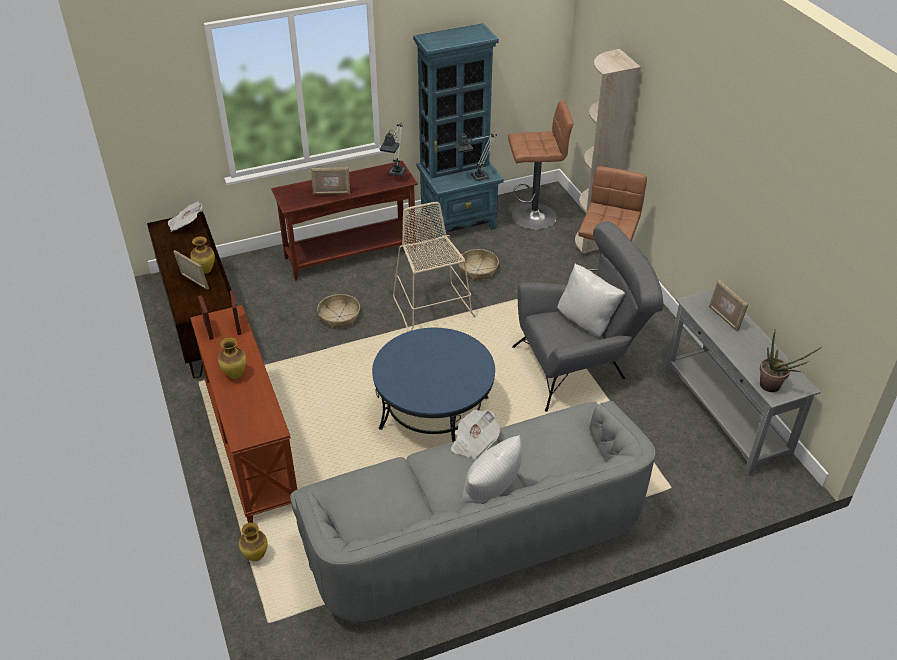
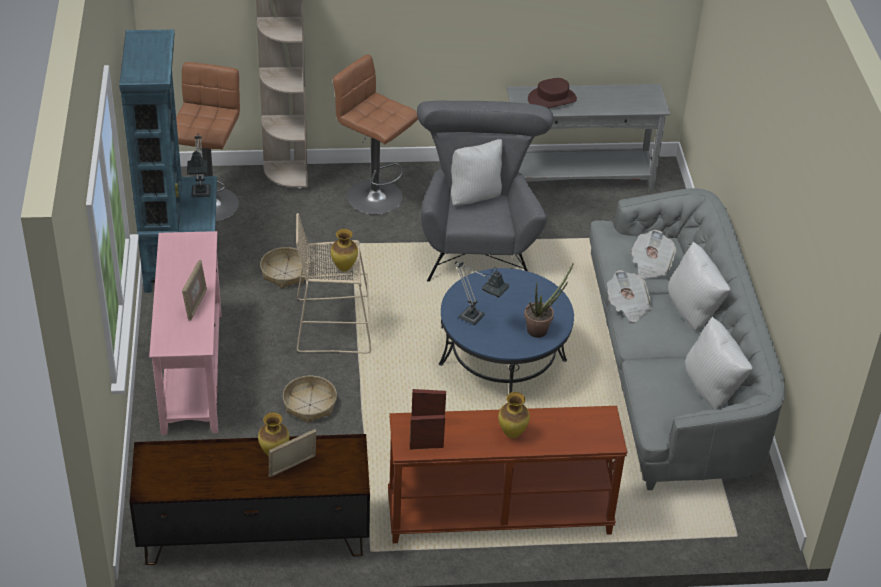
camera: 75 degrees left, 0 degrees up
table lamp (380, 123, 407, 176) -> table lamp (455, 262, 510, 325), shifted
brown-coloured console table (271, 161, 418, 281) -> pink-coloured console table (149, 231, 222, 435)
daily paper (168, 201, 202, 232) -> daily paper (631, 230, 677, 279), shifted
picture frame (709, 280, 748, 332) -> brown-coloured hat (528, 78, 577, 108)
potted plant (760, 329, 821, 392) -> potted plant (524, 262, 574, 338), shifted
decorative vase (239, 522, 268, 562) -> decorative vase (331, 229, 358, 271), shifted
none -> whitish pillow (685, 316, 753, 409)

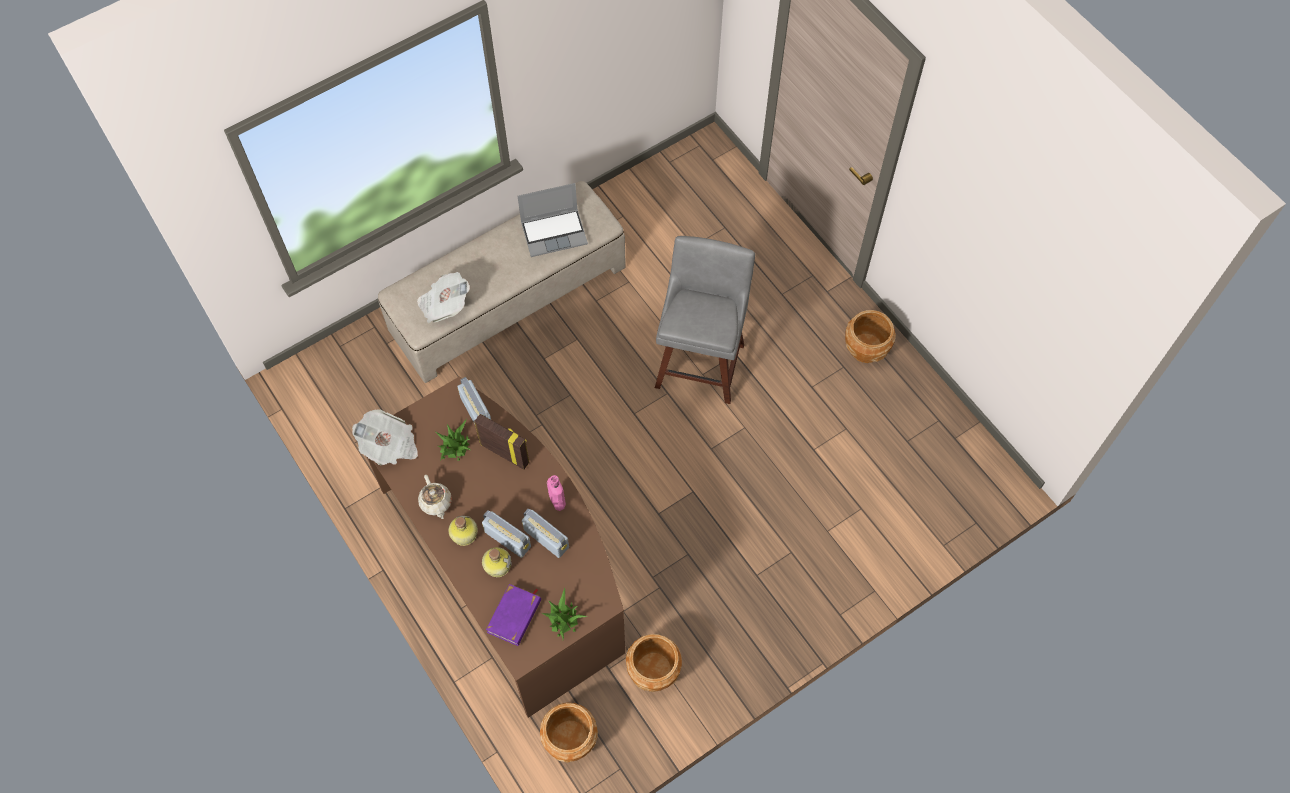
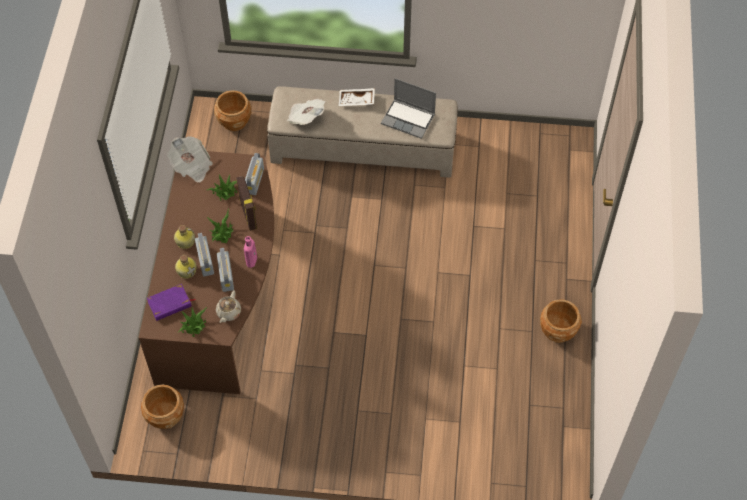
camera: 40 degrees right, 5 degrees down
grey upright chair (655, 236, 755, 404) -> none
beige tea pot (418, 475, 452, 519) -> beige tea pot (216, 290, 241, 323), shifted
brown-coloured plant pot (626, 634, 682, 692) -> brown-coloured plant pot (214, 90, 252, 131), shifted
none -> whitish tray (339, 88, 375, 106)
none -> potted plant (207, 209, 233, 243)

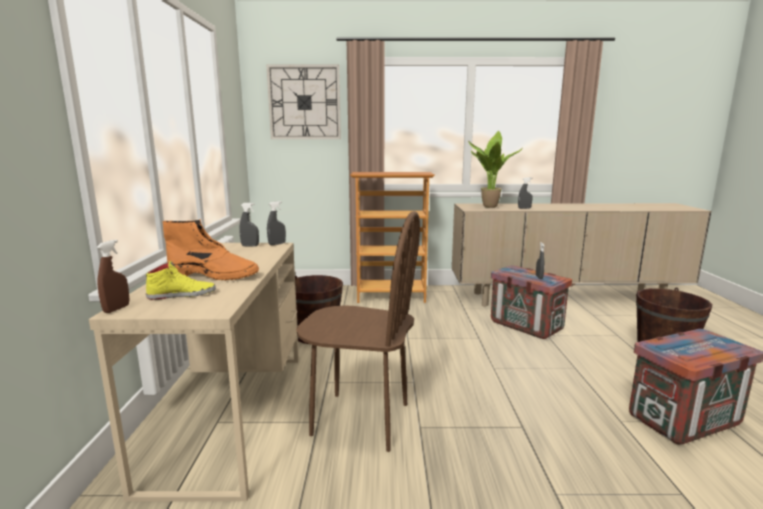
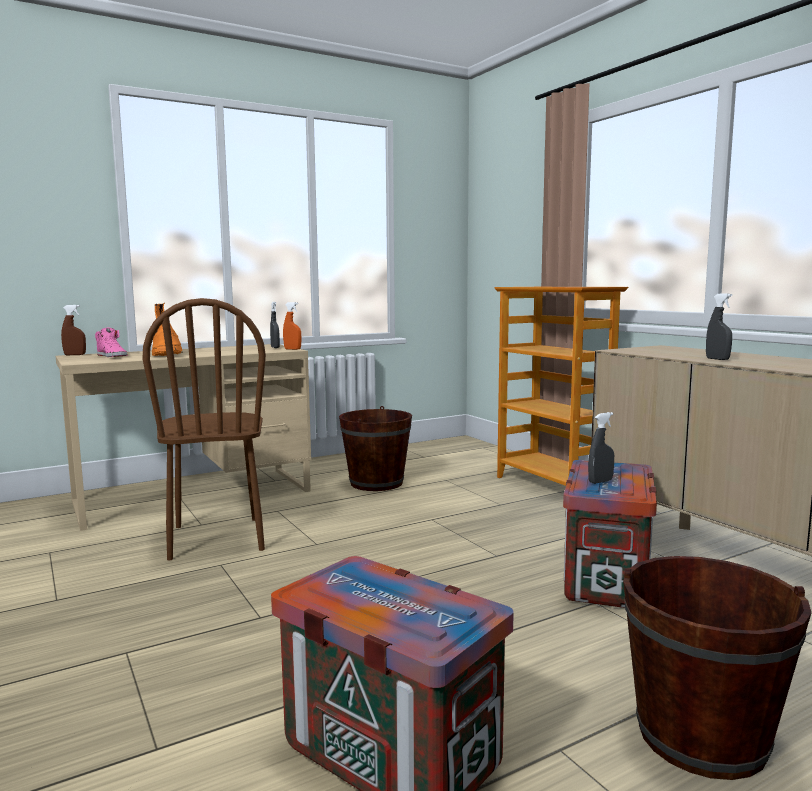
camera: 60 degrees right, 5 degrees down
wall clock (266, 64, 341, 139) -> none
potted plant (468, 131, 523, 208) -> none
grey spray bottle (267, 201, 286, 245) -> orange spray bottle (283, 302, 302, 350)
yellowish low shoe (146, 261, 216, 300) -> pink-coloured low shoe (95, 328, 127, 357)

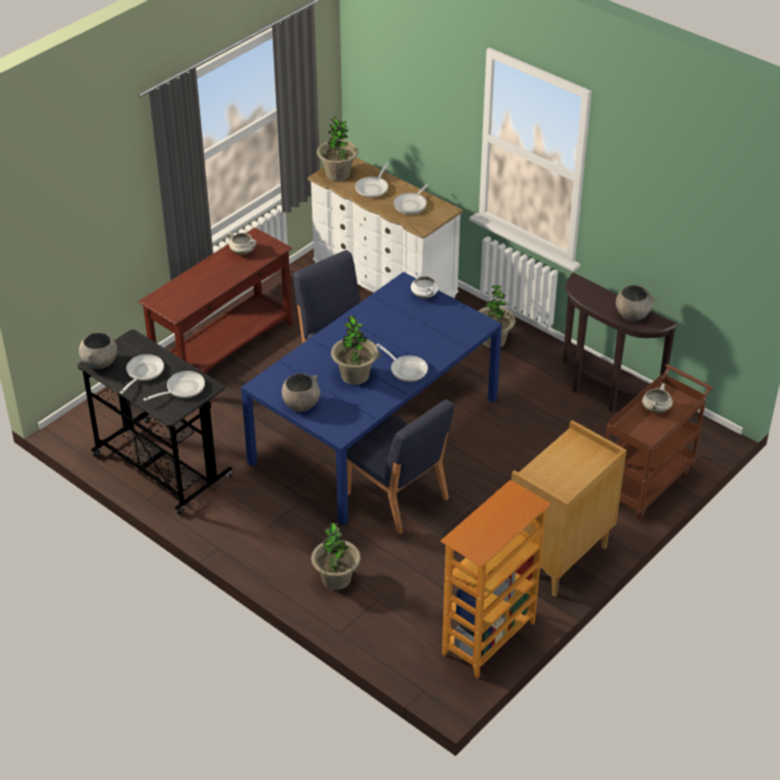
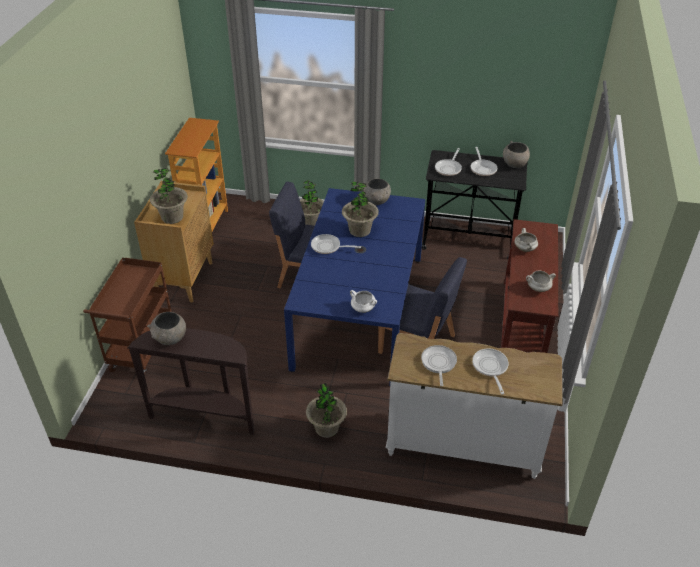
camera: 150 degrees right, 0 degrees up
potted plant (317, 117, 358, 181) -> potted plant (150, 168, 188, 224), shifted
whitish saucepot (642, 383, 673, 413) -> whitish saucepot (514, 228, 538, 252), shifted

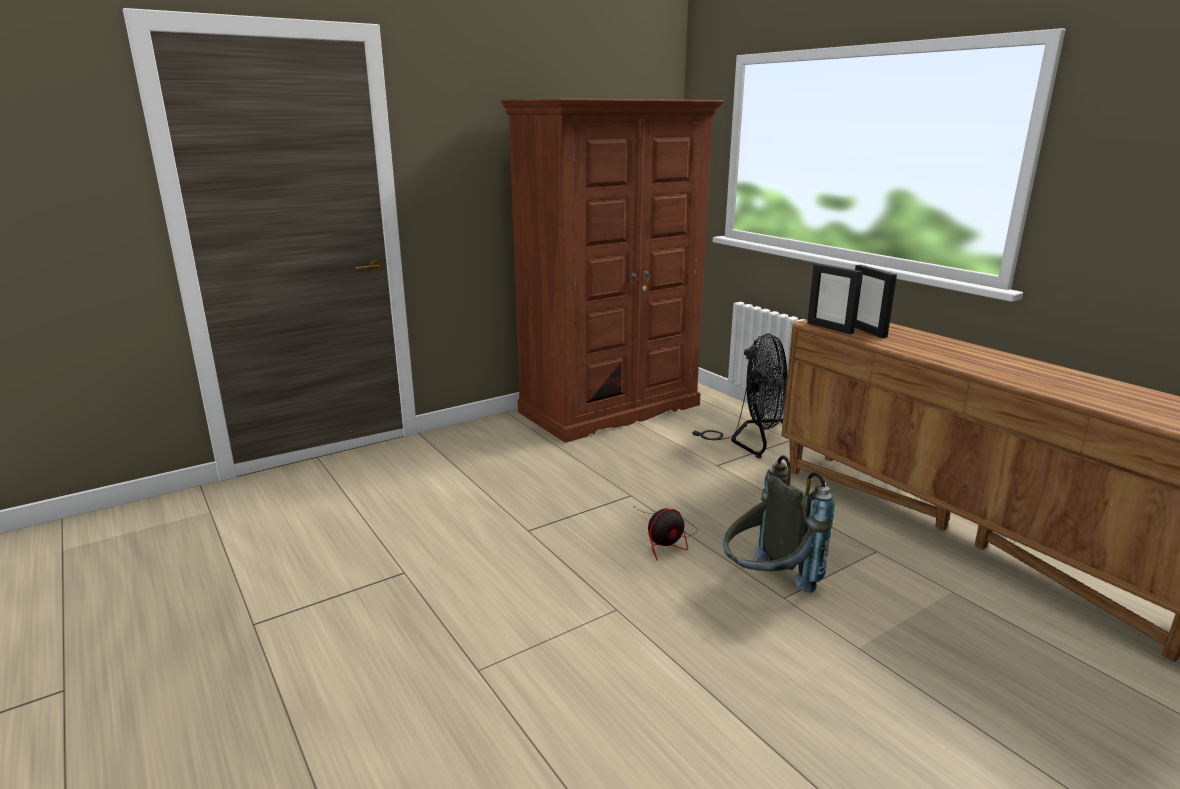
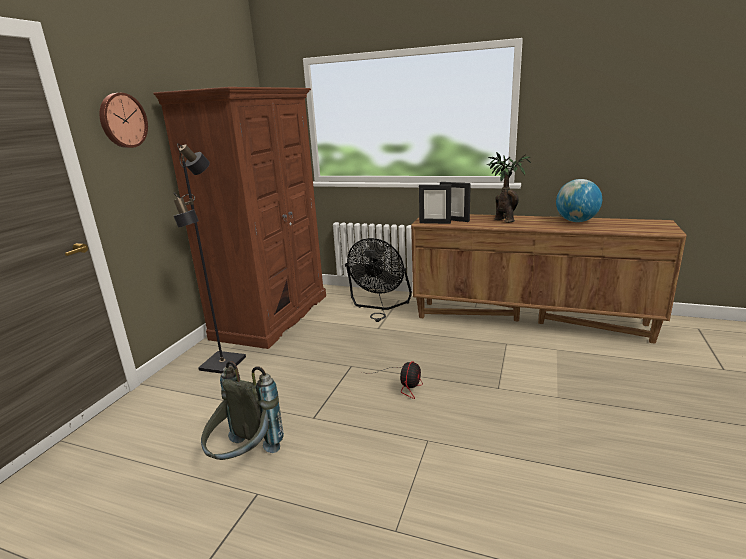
camera: 35 degrees left, 0 degrees up
black fan (692, 334, 787, 459) -> black fan (345, 238, 412, 322), 60 degrees counterclockwise
grey rucksack (723, 455, 835, 593) -> grey rucksack (201, 361, 284, 460), shifted
none -> wall clock (99, 93, 148, 148)
none -> black floor lamp (174, 143, 246, 374)
none -> potted plant (487, 152, 531, 223)
none -> world globe (556, 179, 602, 222)

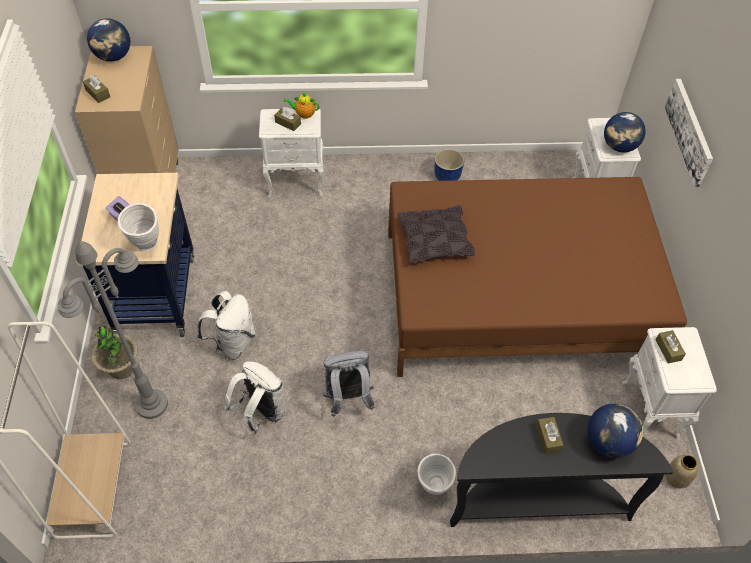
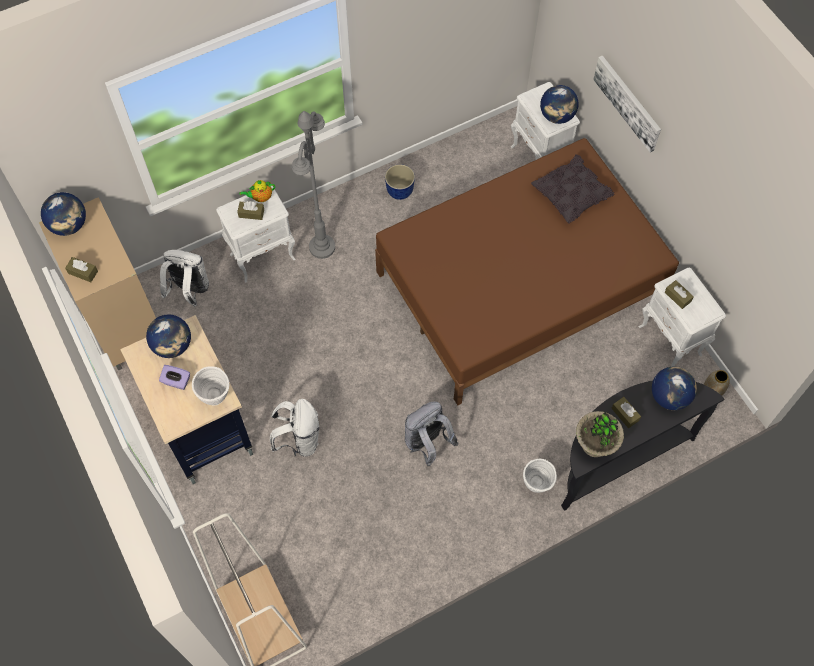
camera: 25 degrees left, 10 degrees up
black pillow (397, 205, 475, 263) -> black pillow (531, 154, 615, 224), shifted
grey floor lamp (58, 241, 168, 419) -> grey floor lamp (292, 111, 335, 259), shifted
potted plant (91, 326, 138, 379) -> potted plant (576, 411, 624, 457), shifted
whitish rucksack (224, 361, 286, 435) -> whitish rucksack (160, 250, 209, 307), shifted
none -> world globe (146, 314, 191, 358)

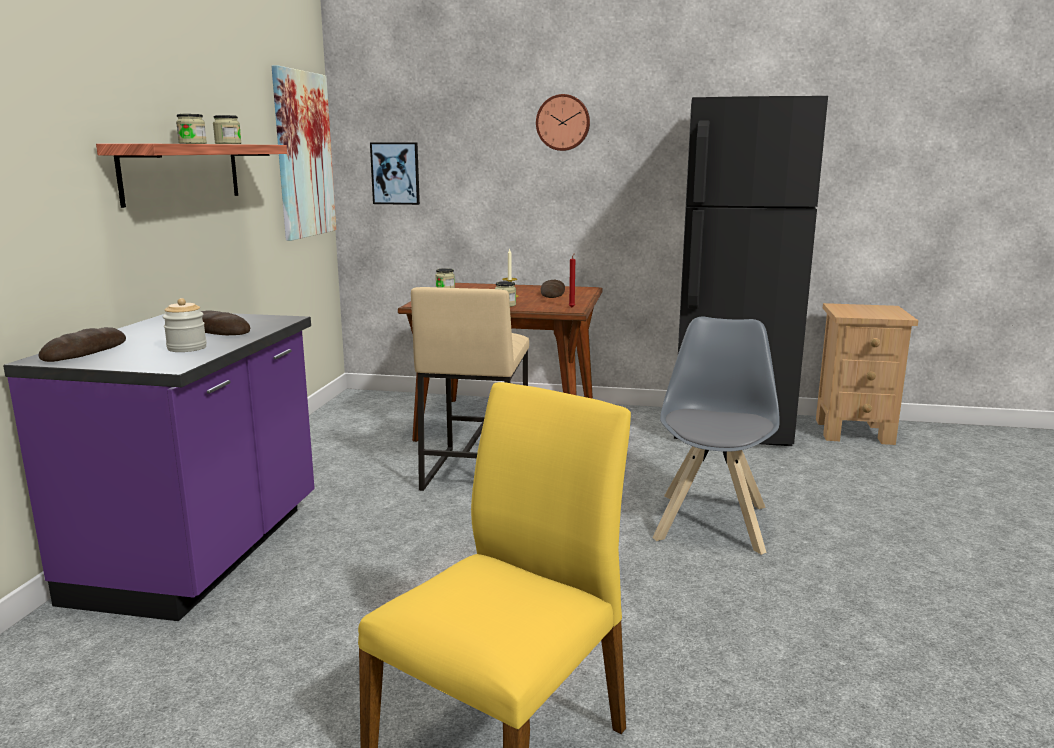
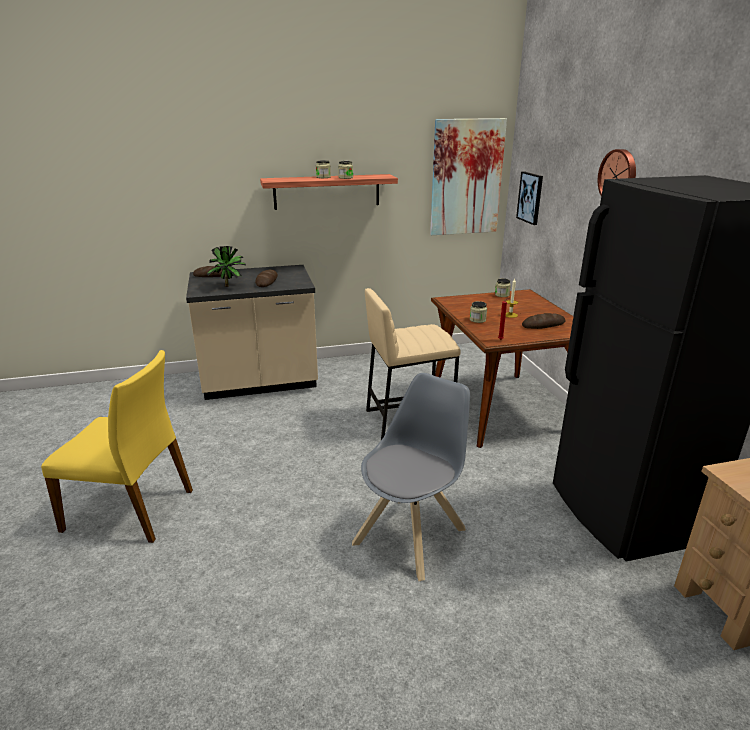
camera: 65 degrees right, 10 degrees up
preserve jar (163, 298, 207, 352) -> potted plant (207, 246, 246, 287)
purple counter (3, 313, 315, 621) -> beige counter (186, 265, 318, 400)
grey upright chair (652, 316, 780, 555) -> grey upright chair (352, 373, 470, 581), 45 degrees counterclockwise

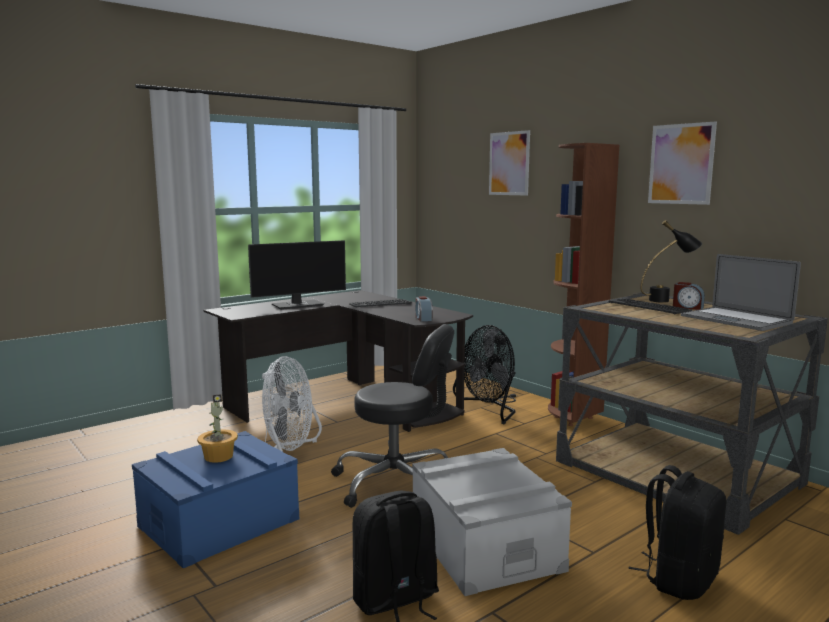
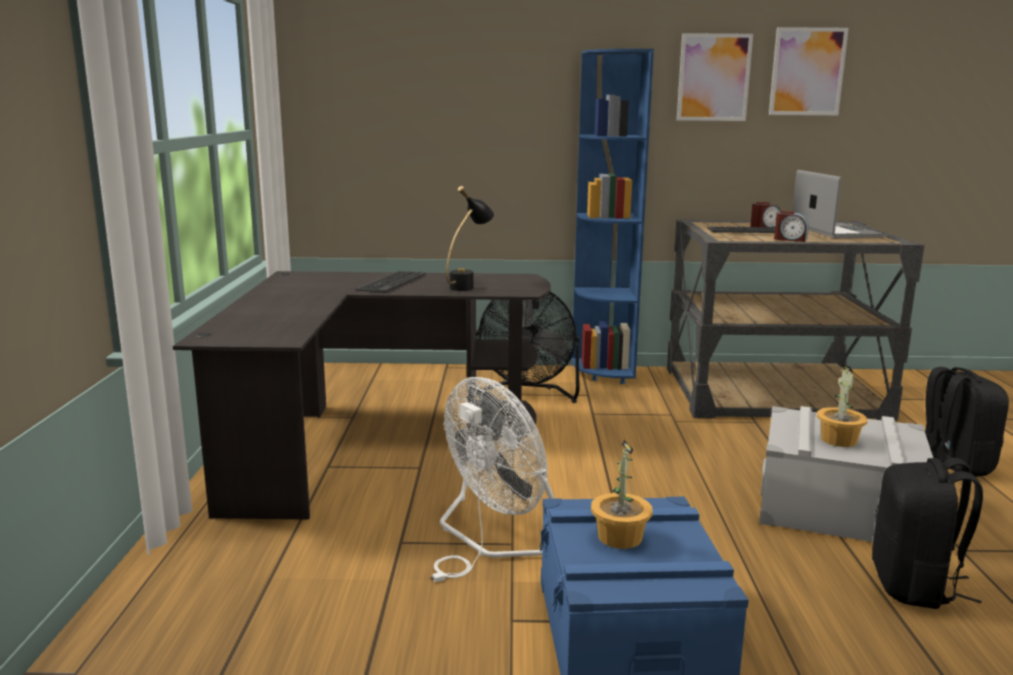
camera: 50 degrees left, 5 degrees up
wall art (489, 130, 530, 195) -> wall art (769, 27, 849, 115), shifted
brown-coloured shelving unit (548, 143, 619, 426) -> bluish shelving unit (572, 49, 654, 384)
black table lamp (640, 220, 702, 303) -> black table lamp (446, 186, 494, 291), shifted
computer screen (248, 240, 346, 310) -> none
portable computer (681, 254, 801, 331) -> portable computer (792, 170, 886, 238), 105 degrees counterclockwise
alarm clock (416, 296, 433, 321) -> alarm clock (774, 211, 809, 242), shifted
black computer chair (331, 324, 454, 508) -> none
none -> potted plant (817, 364, 868, 447)

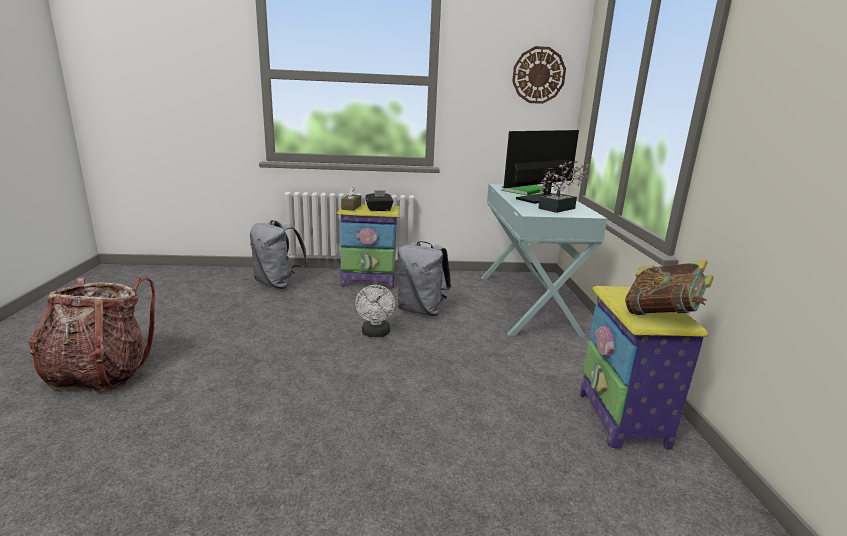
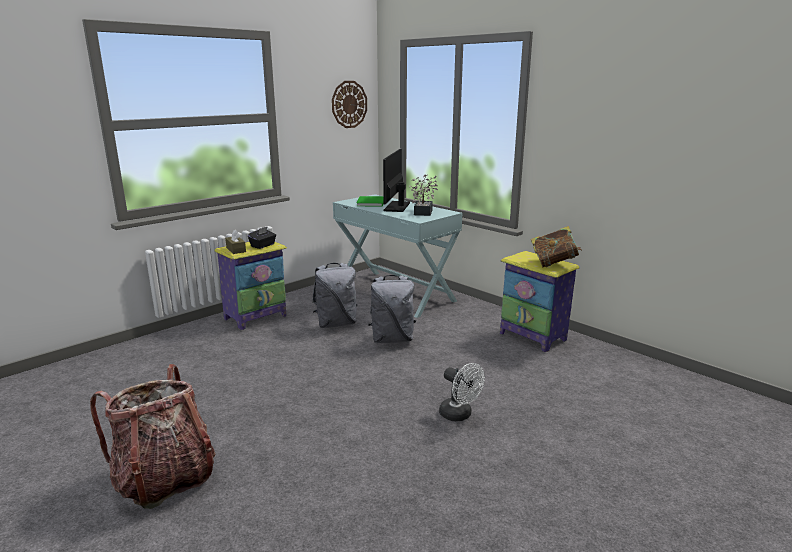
camera: 40 degrees left, 0 degrees up
grey rucksack (250, 220, 308, 289) -> grey rucksack (368, 275, 416, 343), shifted
whitish fan (355, 285, 395, 337) -> whitish fan (439, 363, 485, 421), shifted

